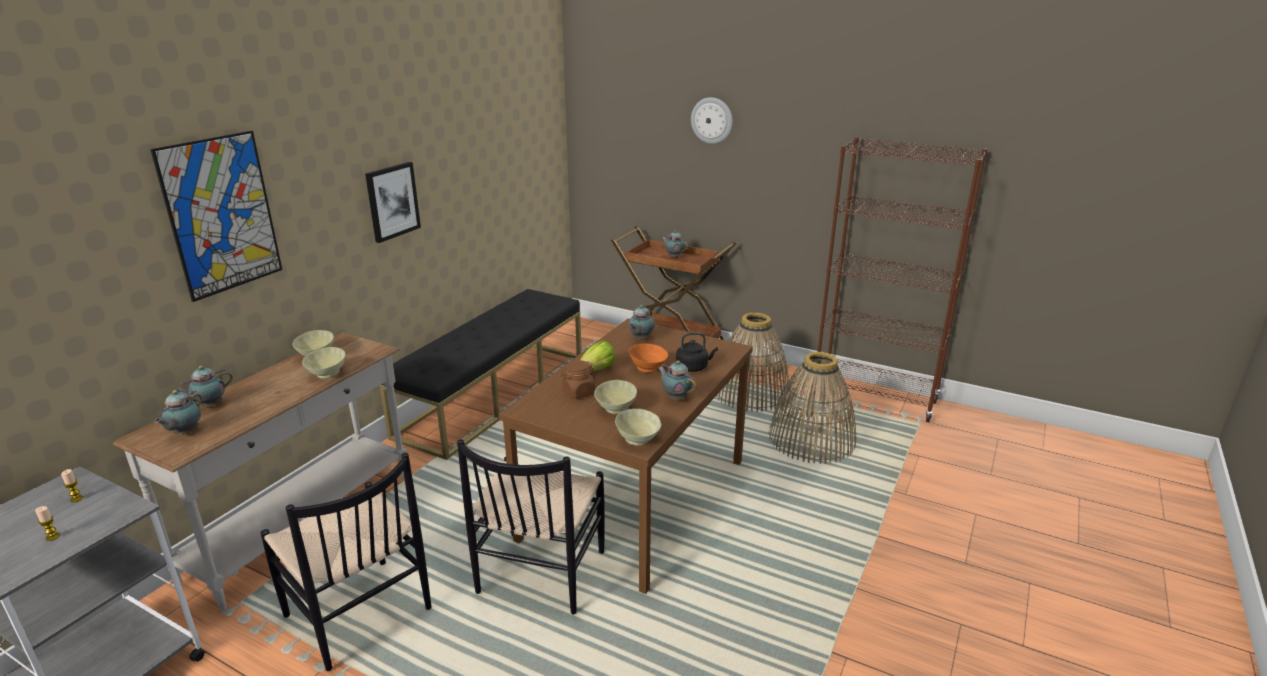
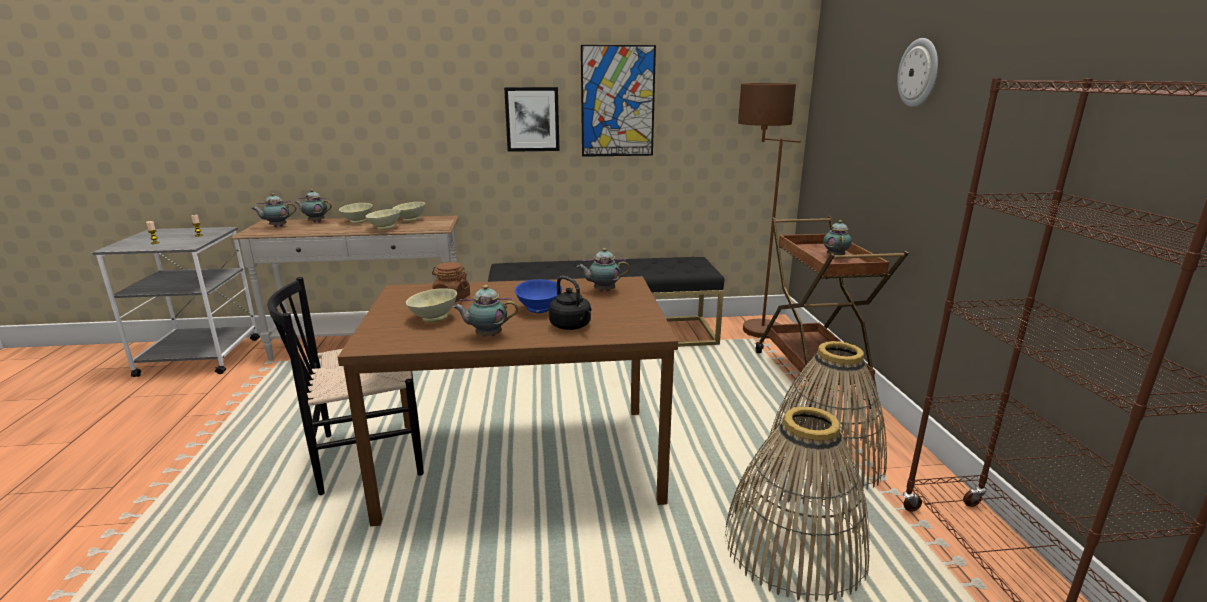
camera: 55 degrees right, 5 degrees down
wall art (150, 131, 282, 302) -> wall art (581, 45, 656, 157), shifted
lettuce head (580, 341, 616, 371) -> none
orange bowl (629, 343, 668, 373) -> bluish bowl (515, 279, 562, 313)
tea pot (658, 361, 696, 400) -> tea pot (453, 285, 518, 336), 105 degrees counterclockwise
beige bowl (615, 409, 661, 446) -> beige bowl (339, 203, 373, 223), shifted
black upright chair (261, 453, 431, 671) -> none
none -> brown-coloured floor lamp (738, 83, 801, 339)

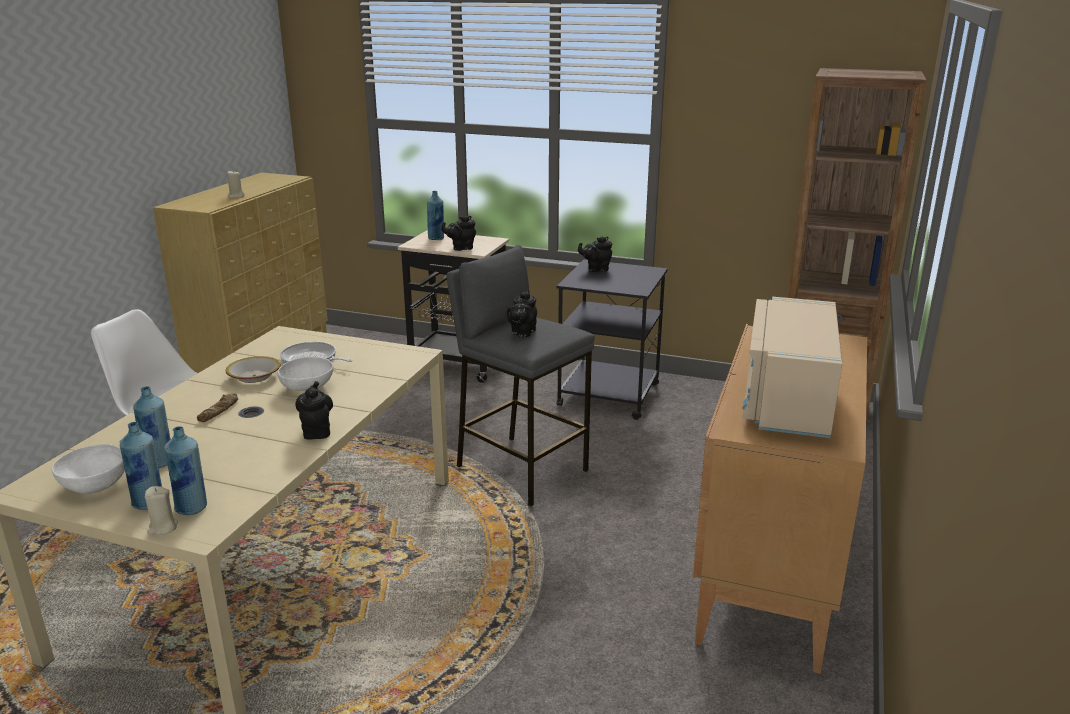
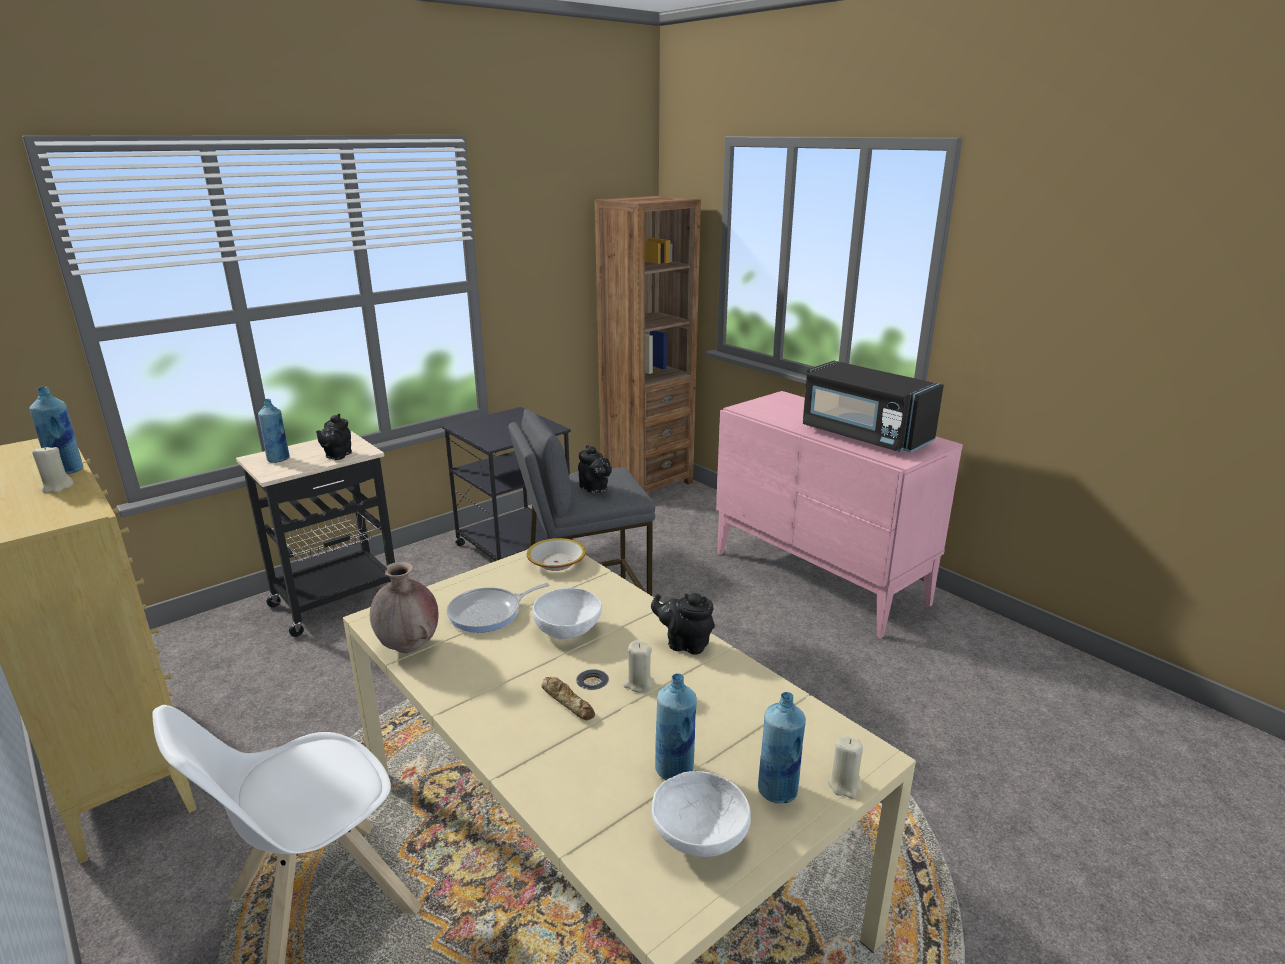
camera: 60 degrees left, 0 degrees up
black tea pot (578, 236, 612, 272) -> none
beige kitchen microwave (742, 297, 842, 438) -> black kitchen microwave (803, 361, 944, 452)
brown-coloured cabinet (693, 324, 867, 674) -> pink-coloured cabinet (716, 391, 963, 638)
bowl (226, 356, 281, 383) -> bowl (527, 538, 586, 571), shifted
bluish bottle (164, 426, 207, 515) -> bluish bottle (29, 387, 83, 474), shifted
none -> brown-coloured decorative vase (370, 562, 439, 653)
none -> beige wax candle (623, 640, 654, 693)

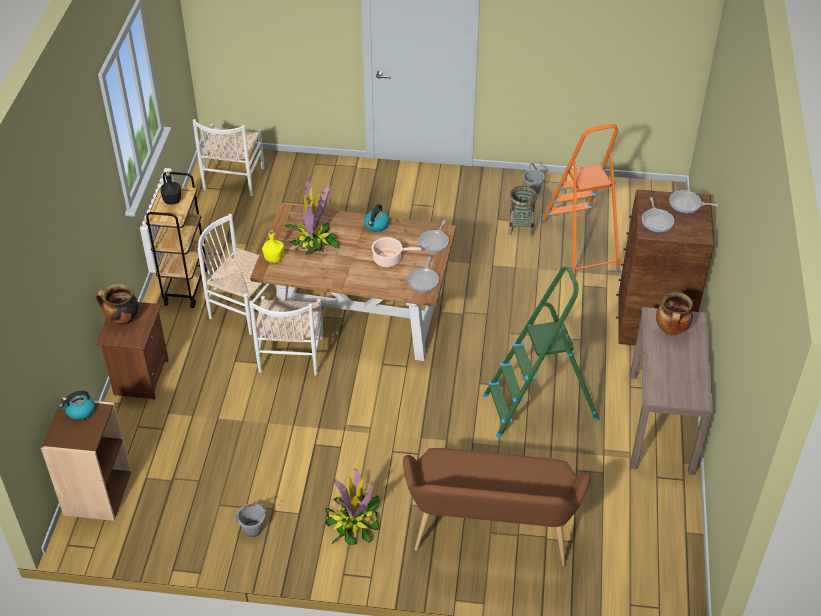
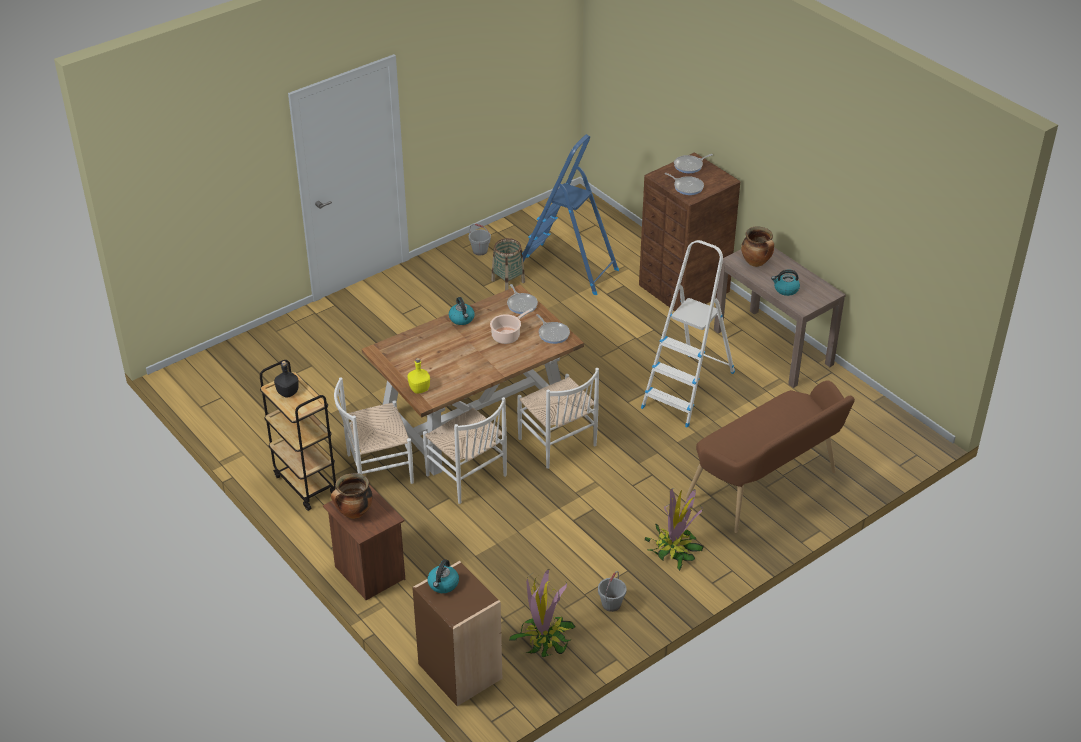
camera: 45 degrees left, 5 degrees down
whitish upright chair (193, 119, 264, 196) -> whitish upright chair (517, 368, 599, 469), shifted
orange step stool (542, 124, 620, 277) -> bluish step stool (522, 134, 619, 295)
potted plant (284, 178, 340, 255) -> potted plant (509, 569, 576, 657), shifted
greenish step stool (483, 267, 600, 437) -> whitish step stool (641, 240, 735, 428)
none -> water kettle (771, 270, 800, 296)

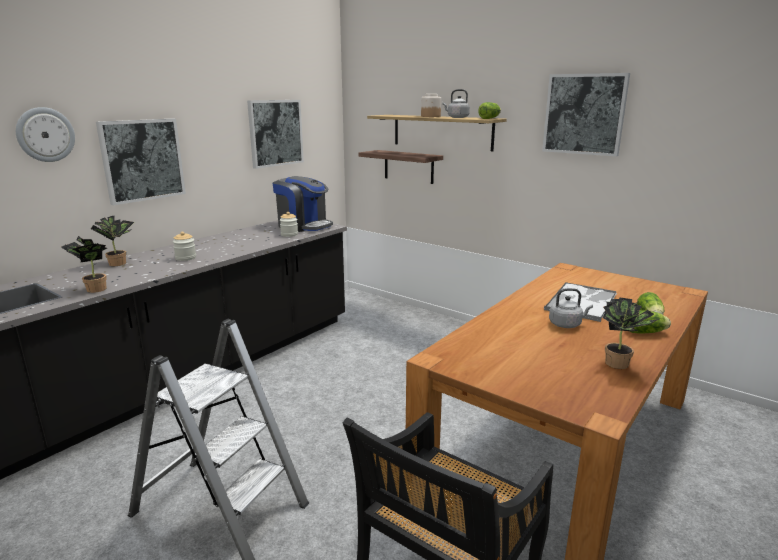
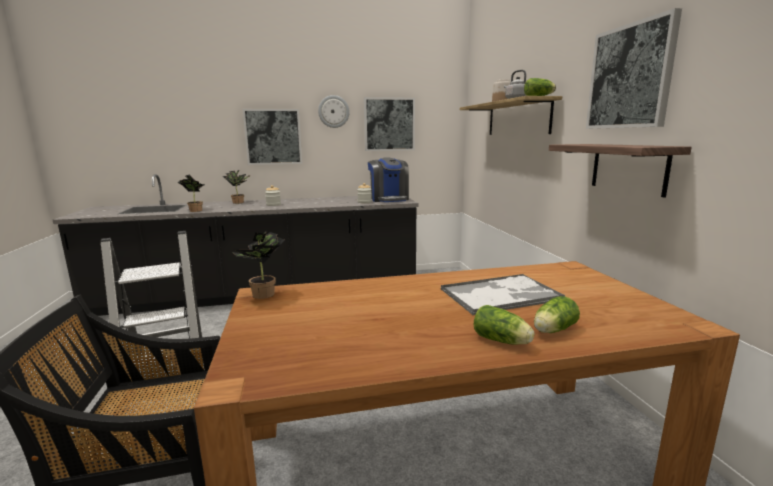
camera: 40 degrees right, 5 degrees down
wall clock (16, 107, 75, 162) -> wall clock (318, 95, 350, 128), shifted
wall shelf (358, 150, 443, 184) -> wall shelf (549, 144, 692, 198), shifted
grey water kettle (549, 288, 593, 328) -> none
potted plant (603, 297, 659, 369) -> potted plant (233, 231, 284, 299), shifted

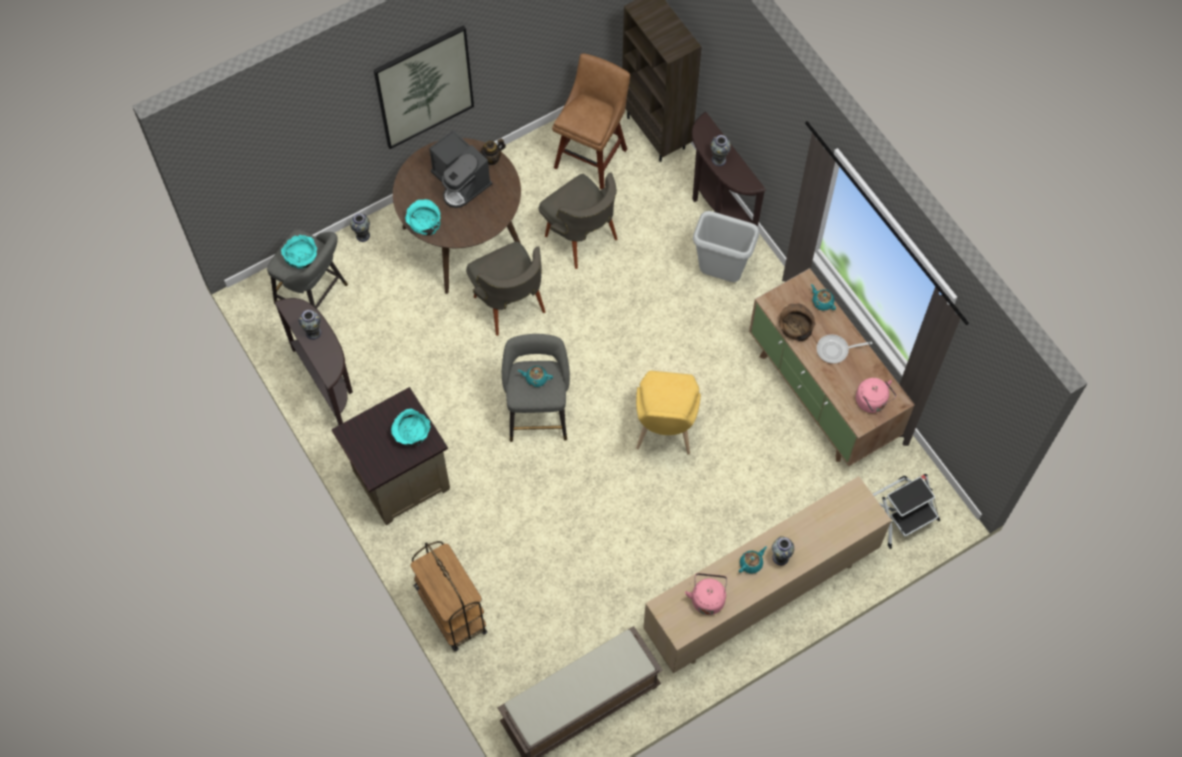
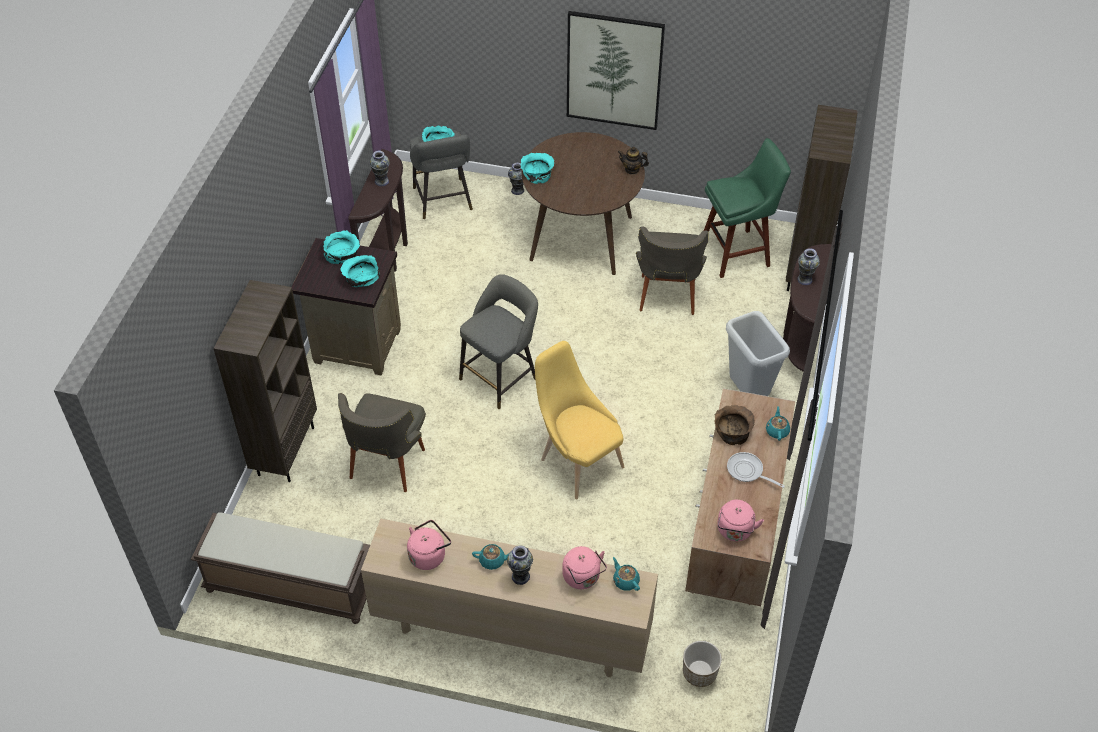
camera: 45 degrees right, 15 degrees down
brown-coloured stool (552, 53, 630, 189) -> greenish stool (704, 138, 791, 278)
coffee brewer (429, 130, 492, 208) -> none
grey upright chair (466, 241, 545, 336) -> grey upright chair (338, 393, 426, 492), shifted
turquoise-coloured tea pot (518, 366, 553, 387) -> turquoise-coloured tea pot (613, 557, 640, 591), shifted
yellowish upright chair (636, 371, 701, 455) -> yellowish upright chair (535, 341, 625, 499), 90 degrees clockwise
step stool (873, 474, 940, 549) -> plant pot (683, 641, 722, 687)
brown-coloured cart (410, 541, 487, 651) -> brown-coloured shelving unit (213, 280, 317, 482)
none -> turquoise-coloured bowl (323, 230, 360, 264)
none -> pink-coloured water kettle (562, 546, 607, 589)

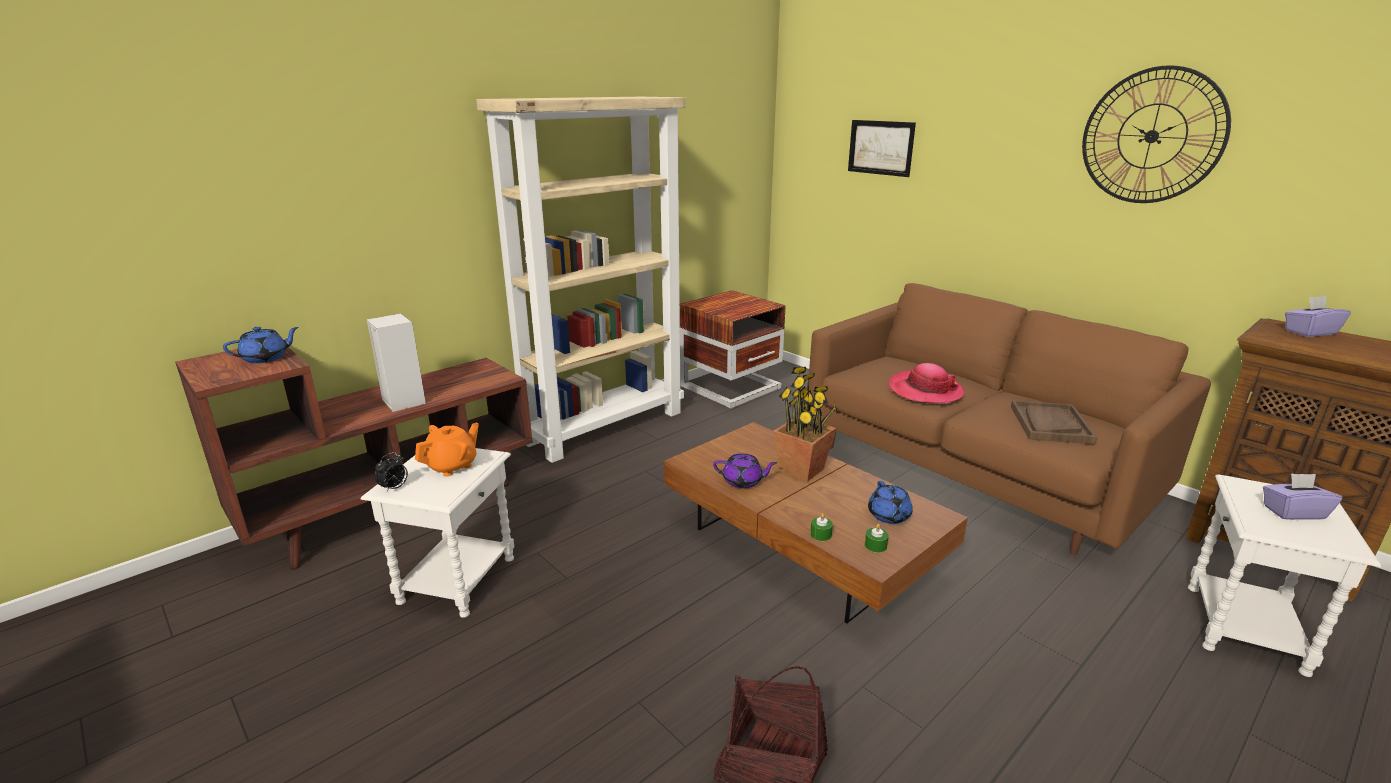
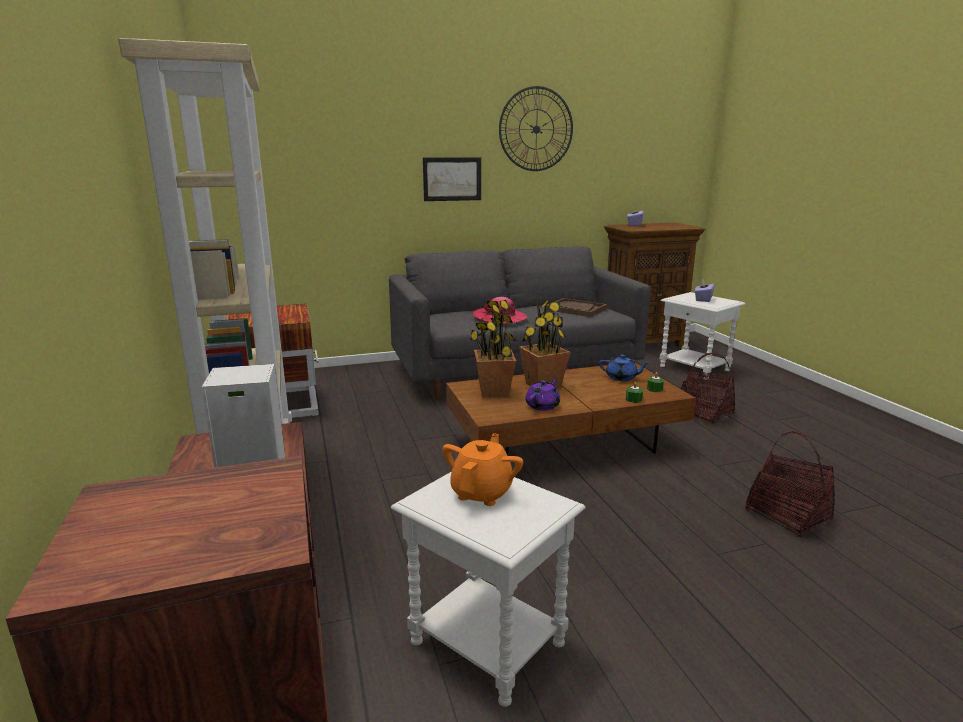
camera: 65 degrees left, 5 degrees down
wall art (848, 120, 916, 177) -> wall art (423, 158, 481, 201), shifted
brown-coloured settee (808, 283, 1211, 555) -> grey settee (389, 246, 651, 399)
bluish tea pot (223, 327, 299, 364) -> none
orange tea pot (415, 423, 479, 477) -> orange tea pot (443, 433, 523, 506), 45 degrees clockwise
alarm clock (375, 452, 408, 492) -> none
none -> potted plant (470, 300, 516, 397)
none -> storage basket (681, 352, 735, 424)

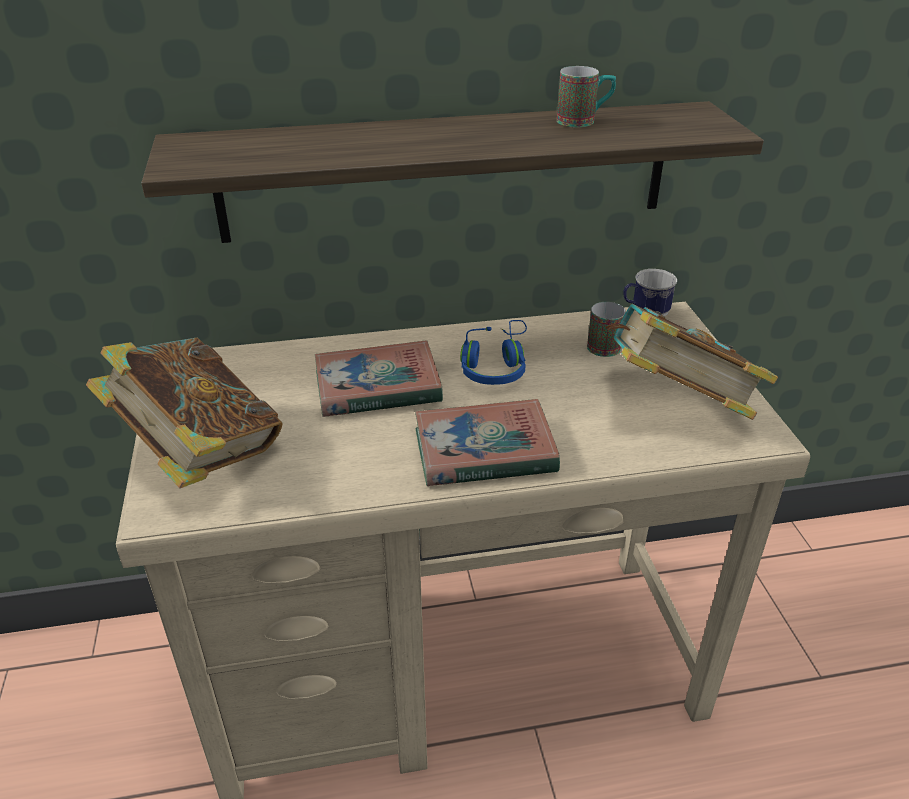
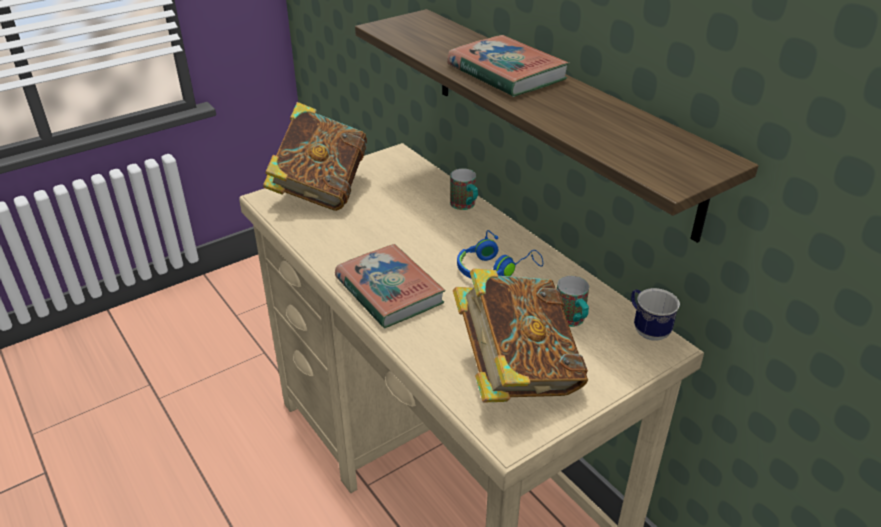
camera: 65 degrees right, 0 degrees up
coffee mug (557, 66, 616, 127) -> coffee mug (450, 169, 478, 210), shifted
volume (315, 340, 443, 417) -> volume (447, 35, 570, 97), shifted

